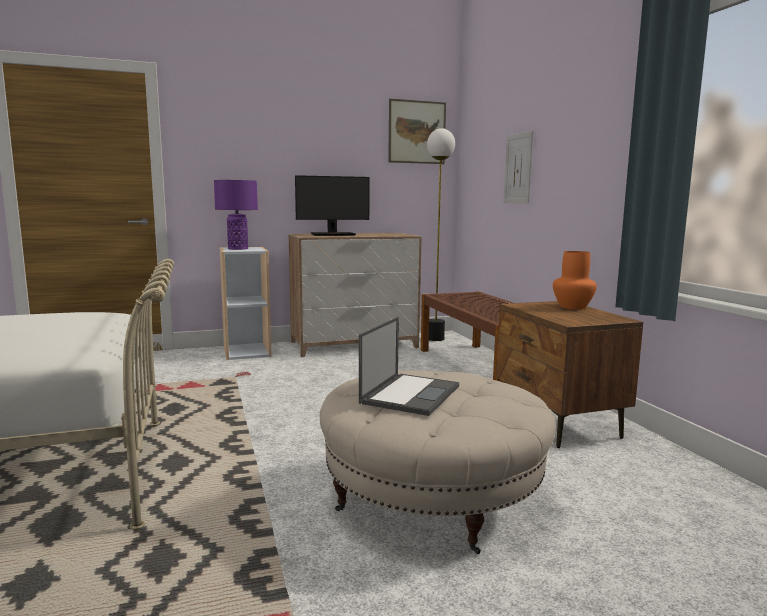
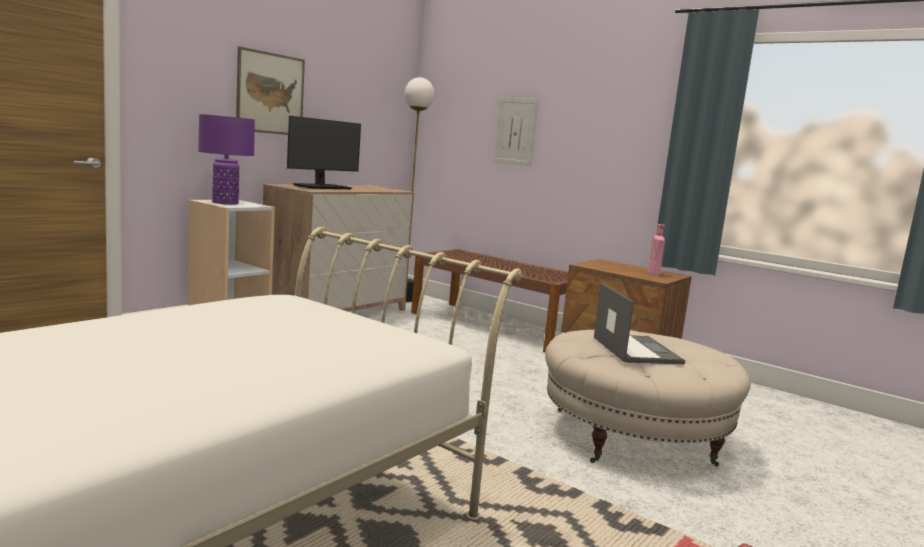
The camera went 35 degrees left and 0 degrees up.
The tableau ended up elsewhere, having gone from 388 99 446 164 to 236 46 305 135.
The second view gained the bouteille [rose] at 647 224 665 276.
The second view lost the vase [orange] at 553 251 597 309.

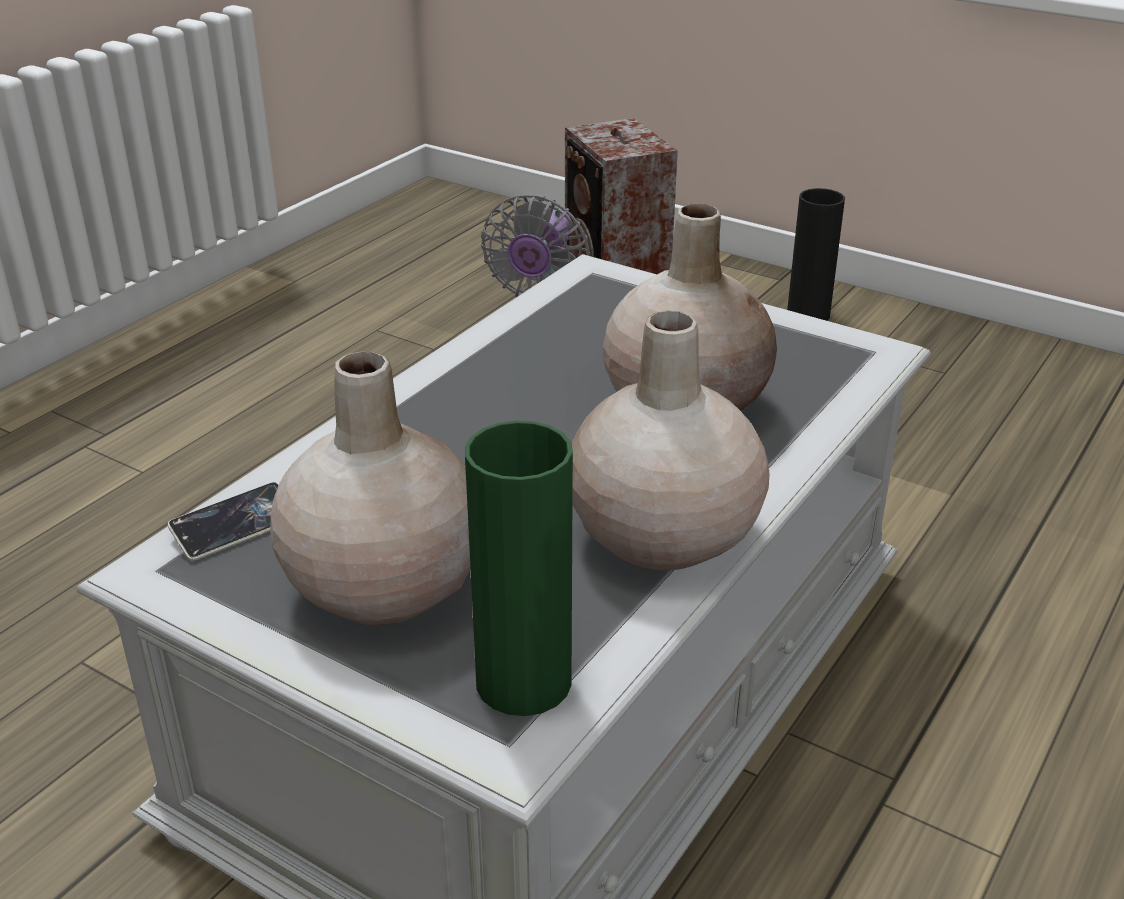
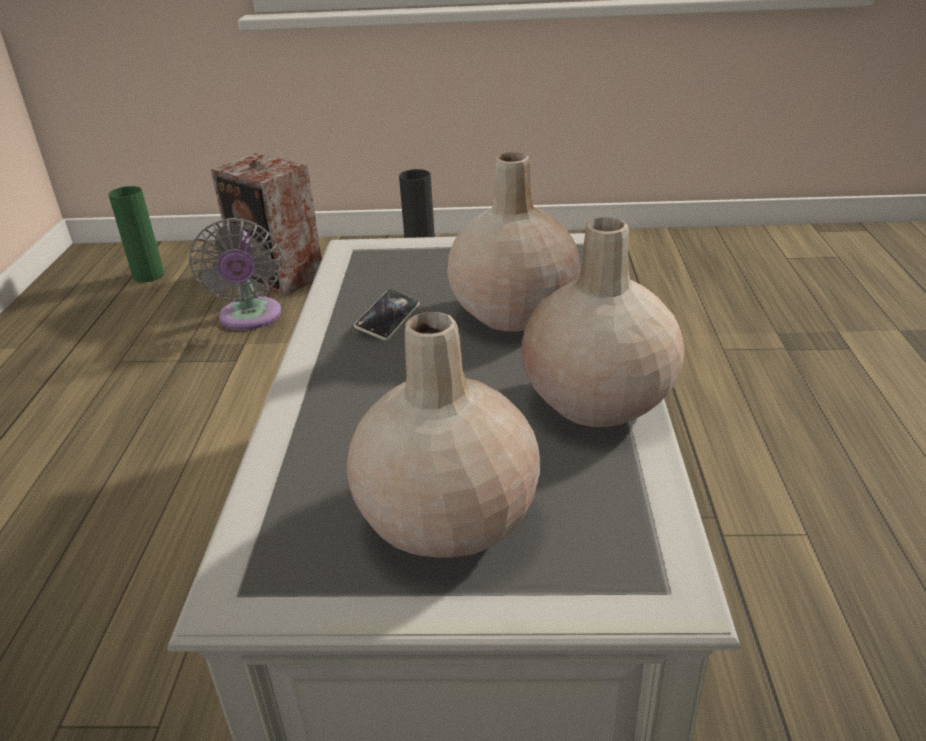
The camera went 30 degrees left and 0 degrees up.
The vase [vert] ended up elsewhere, having gone from 465 420 573 716 to 109 186 164 282.
The téléphone ended up elsewhere, having gone from 168 482 279 561 to 354 290 419 340.

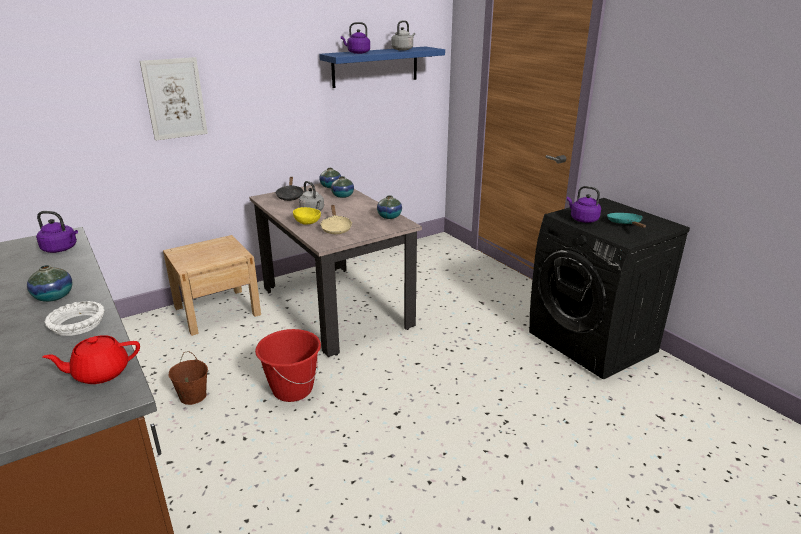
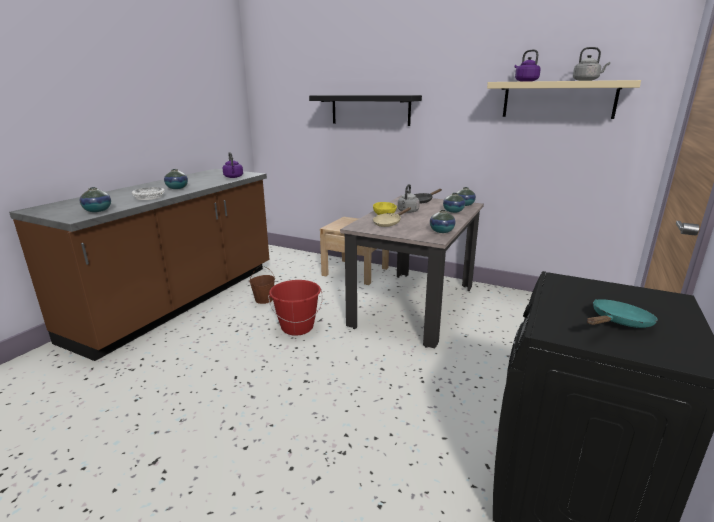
The camera went 60 degrees right and 5 degrees down.
Where the théière [rouge] stood at 42 335 140 384, the vase came to stand at 80 187 111 212.
Where the tableau hung at 140 57 208 141, the étagère [noir] came to hang at 309 95 422 126.
What was the étagère [bleu] at 319 46 445 88 turned into the étagère [beige] at 487 80 641 119.
The second view lost the bouilloire [violet] at 567 186 601 223.

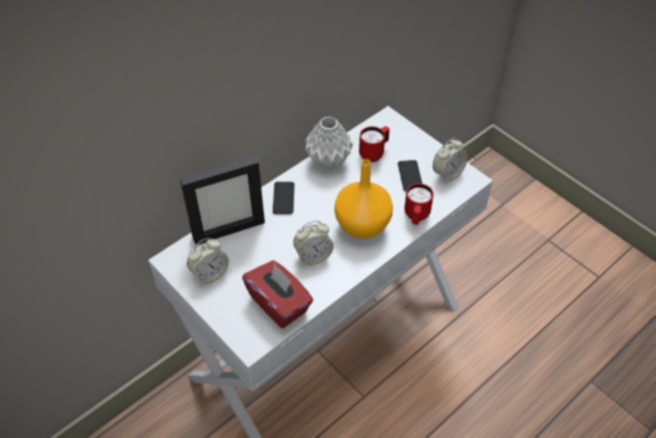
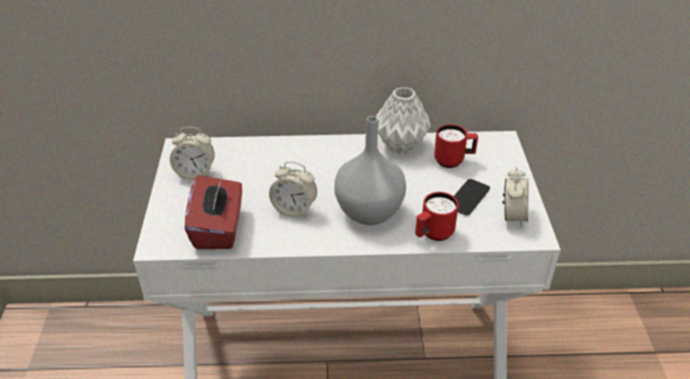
The camera went 40 degrees right and 10 degrees down.
What was the vase [orange] at 334 159 393 239 turned into the vase [gris] at 334 116 406 225.
The réveil at 433 137 468 183 ended up facing another way, 75 degrees counterclockwise from before.
The second view lost the cadre photo at 180 156 265 245.
The second view lost the téléphone at 273 182 295 214.

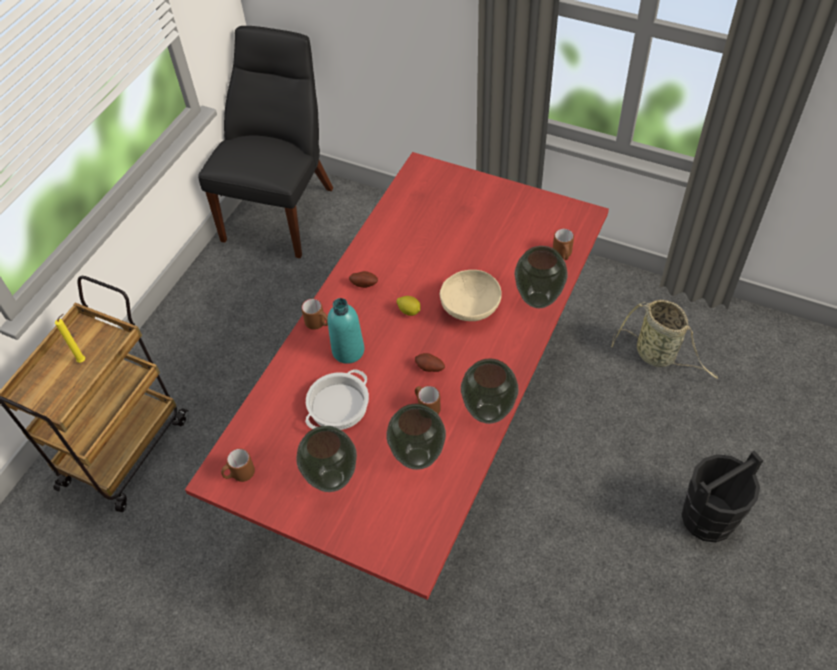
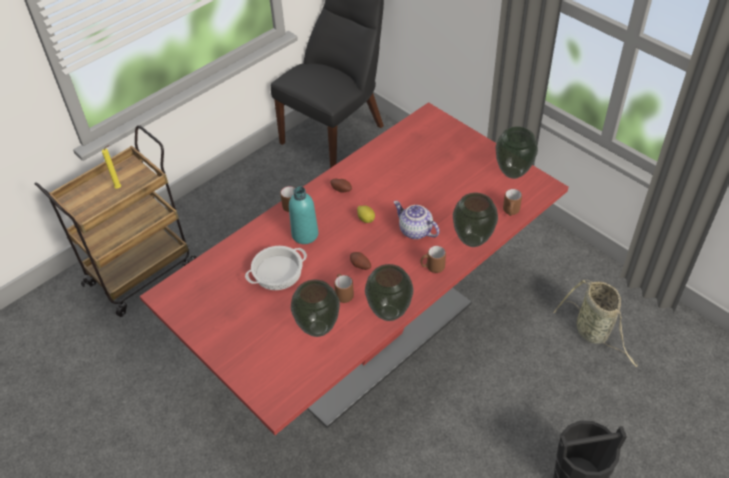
The camera went 20 degrees right and 5 degrees down.
Where the bol [beige] stood at 440 270 502 321, the théière came to stand at 393 201 440 239.
The mug [marron] ended up elsewhere, having gone from 221 448 255 482 to 420 246 446 273.
The vase ended up elsewhere, having gone from 296 426 357 492 to 496 126 538 179.

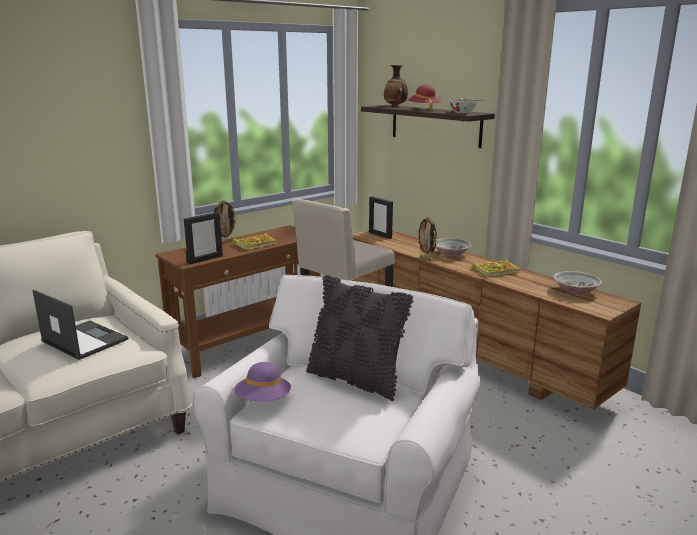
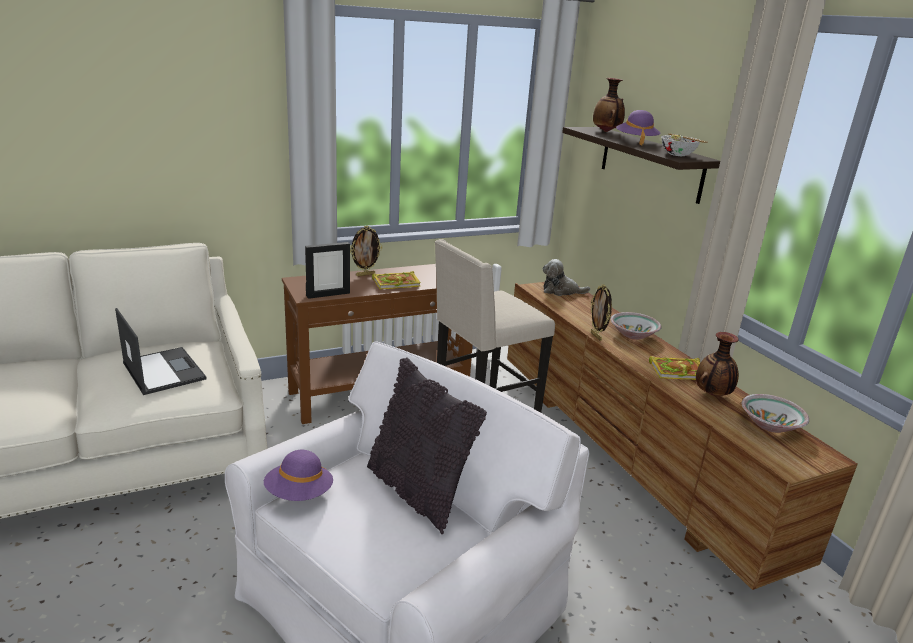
The camera went 15 degrees right and 5 degrees up.
Where the cadre photo stood at 369 196 393 239, the peluche came to stand at 543 259 590 296.
What was the chapeau [rouge] at 408 85 441 110 turned into the chapeau [violet] at 616 110 660 145.
The second view gained the vase at 696 332 739 396.

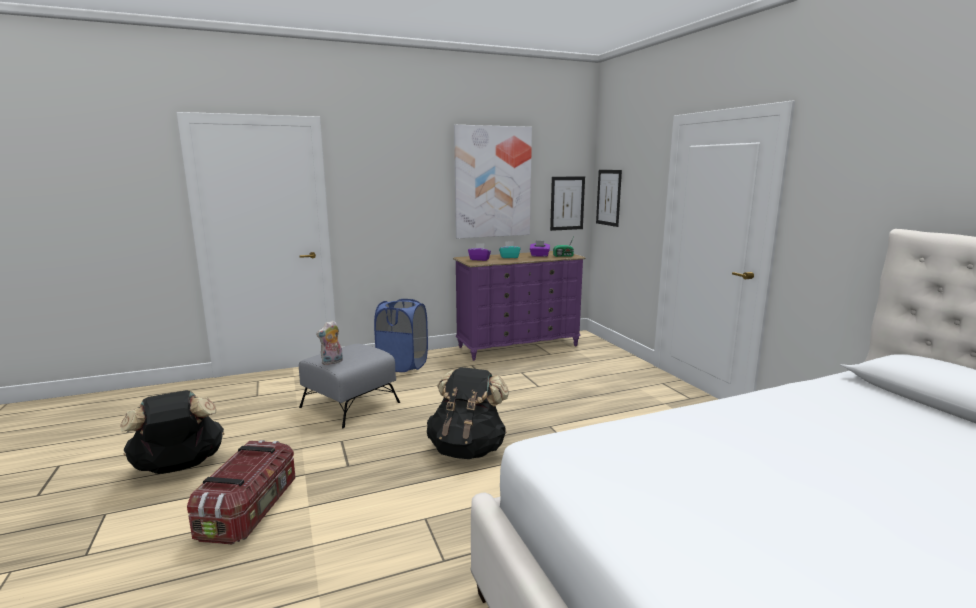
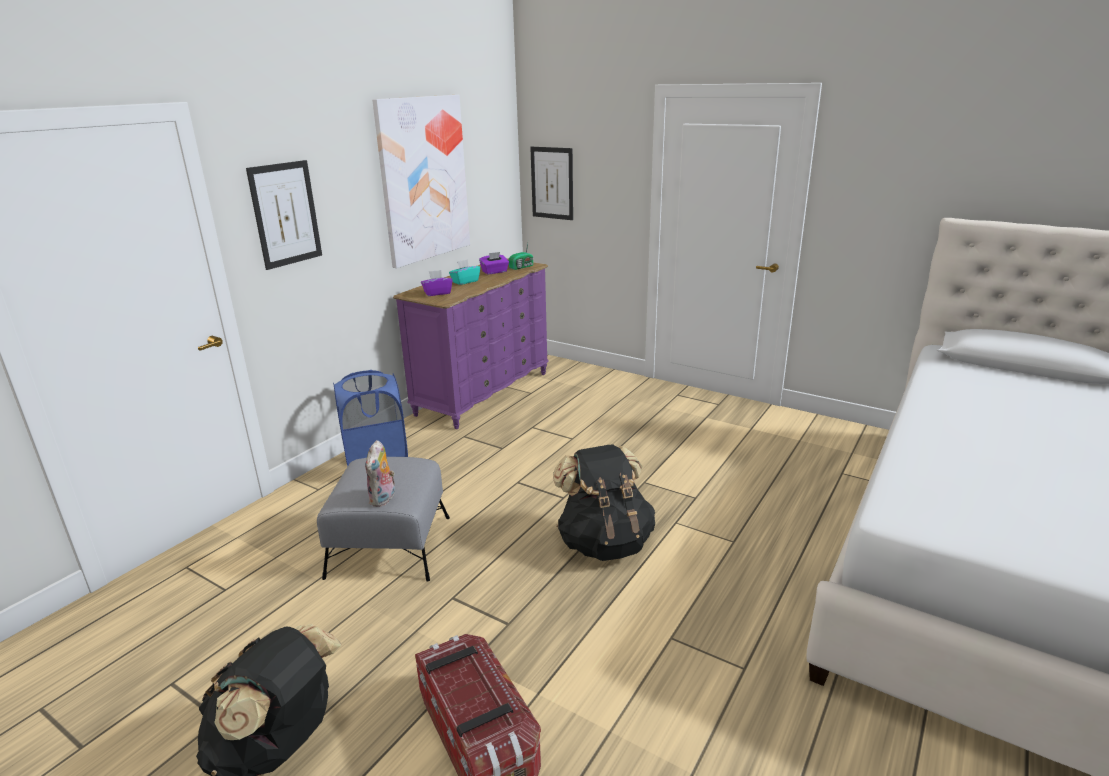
The camera went 35 degrees left and 10 degrees up.
The tableau ended up elsewhere, having gone from 550 176 585 231 to 246 160 322 270.

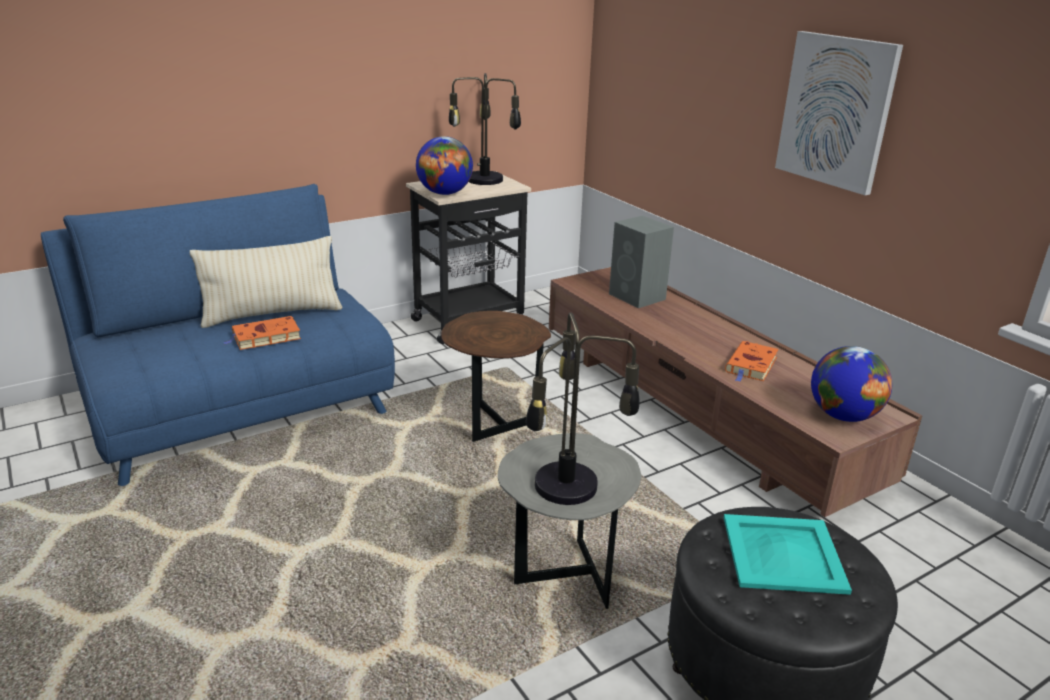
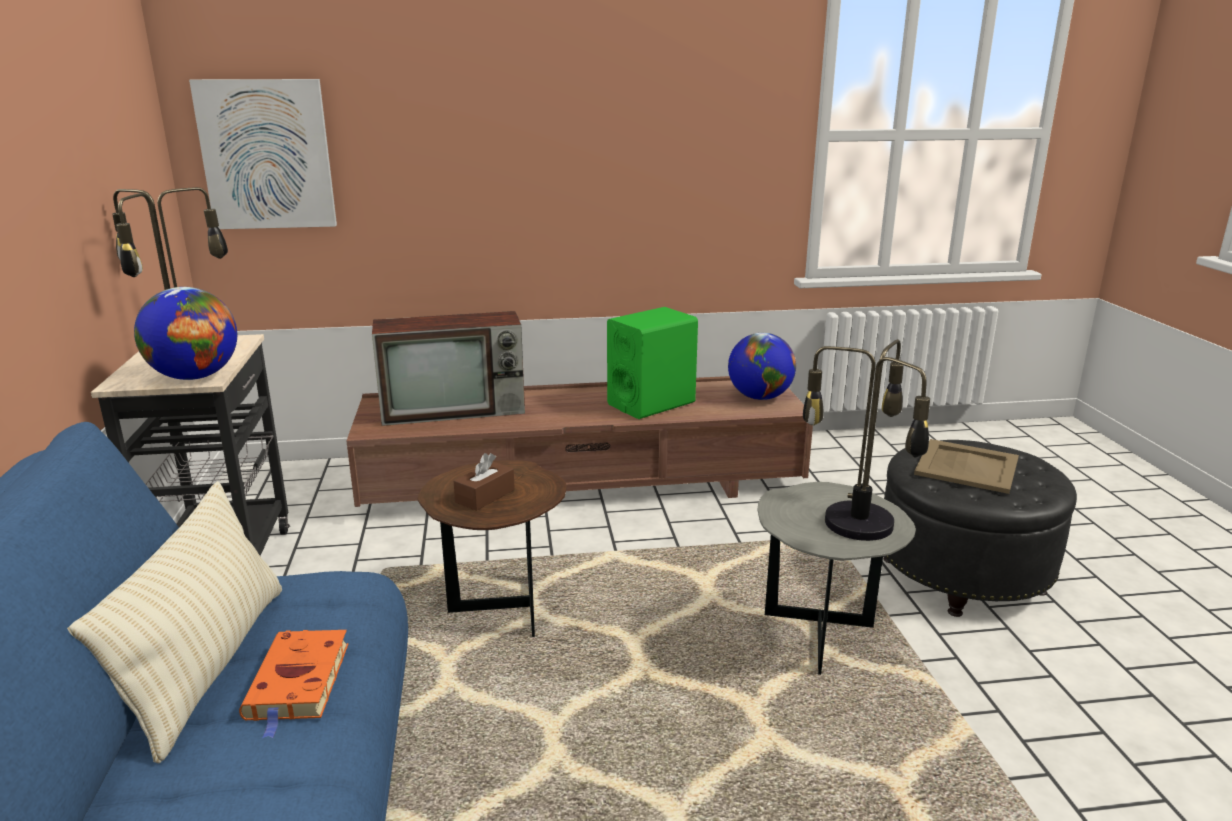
The camera went 65 degrees left and 5 degrees down.
The tableau ended up elsewhere, having gone from 775 31 903 195 to 189 79 337 229.
Where the enceinte [gris] stood at 609 216 674 308, the téléviseur came to stand at 372 311 525 426.
The second view gained the boîte à mouchoirs [marron] at 454 453 515 511.
Where the livre [orange] stood at 725 341 778 382, the enceinte [vert] came to stand at 607 307 698 419.
What was the plateau [turquoise] at 724 514 852 595 turned into the plateau [beige] at 914 439 1019 494.

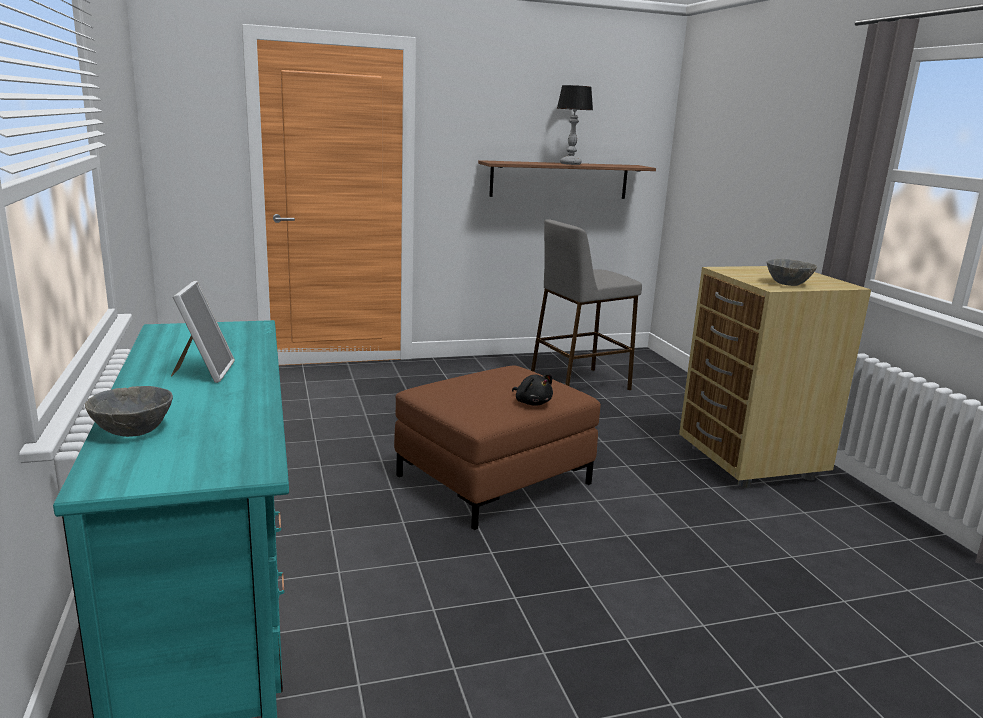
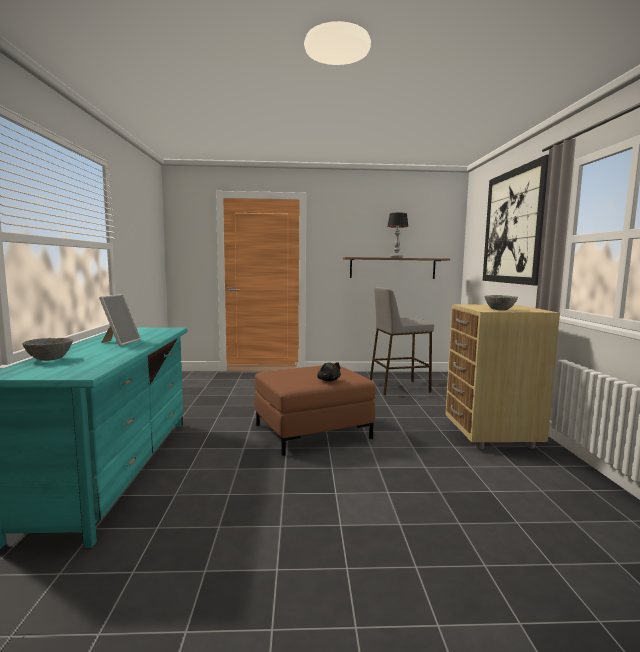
The camera went 15 degrees right and 10 degrees down.
The second view gained the tableau at 483 155 549 286.

